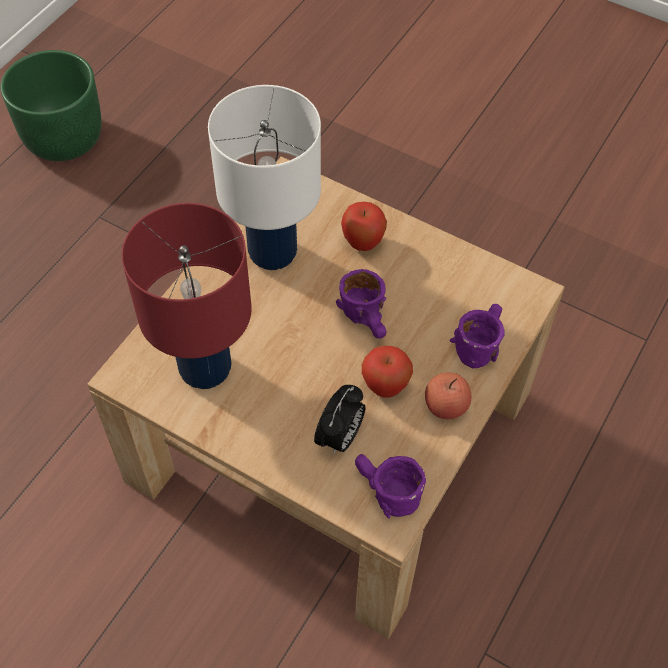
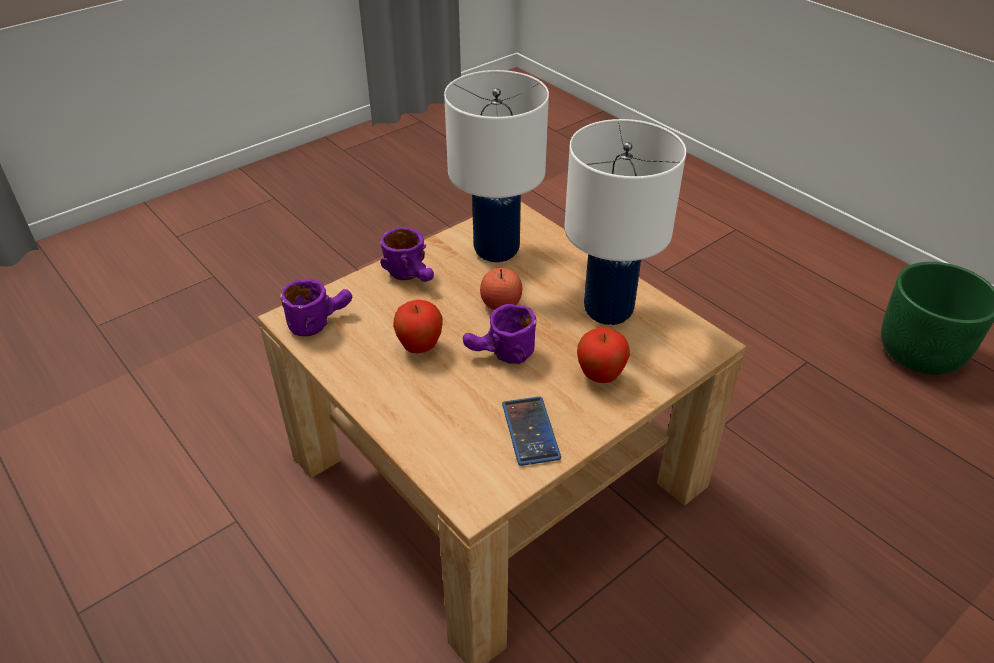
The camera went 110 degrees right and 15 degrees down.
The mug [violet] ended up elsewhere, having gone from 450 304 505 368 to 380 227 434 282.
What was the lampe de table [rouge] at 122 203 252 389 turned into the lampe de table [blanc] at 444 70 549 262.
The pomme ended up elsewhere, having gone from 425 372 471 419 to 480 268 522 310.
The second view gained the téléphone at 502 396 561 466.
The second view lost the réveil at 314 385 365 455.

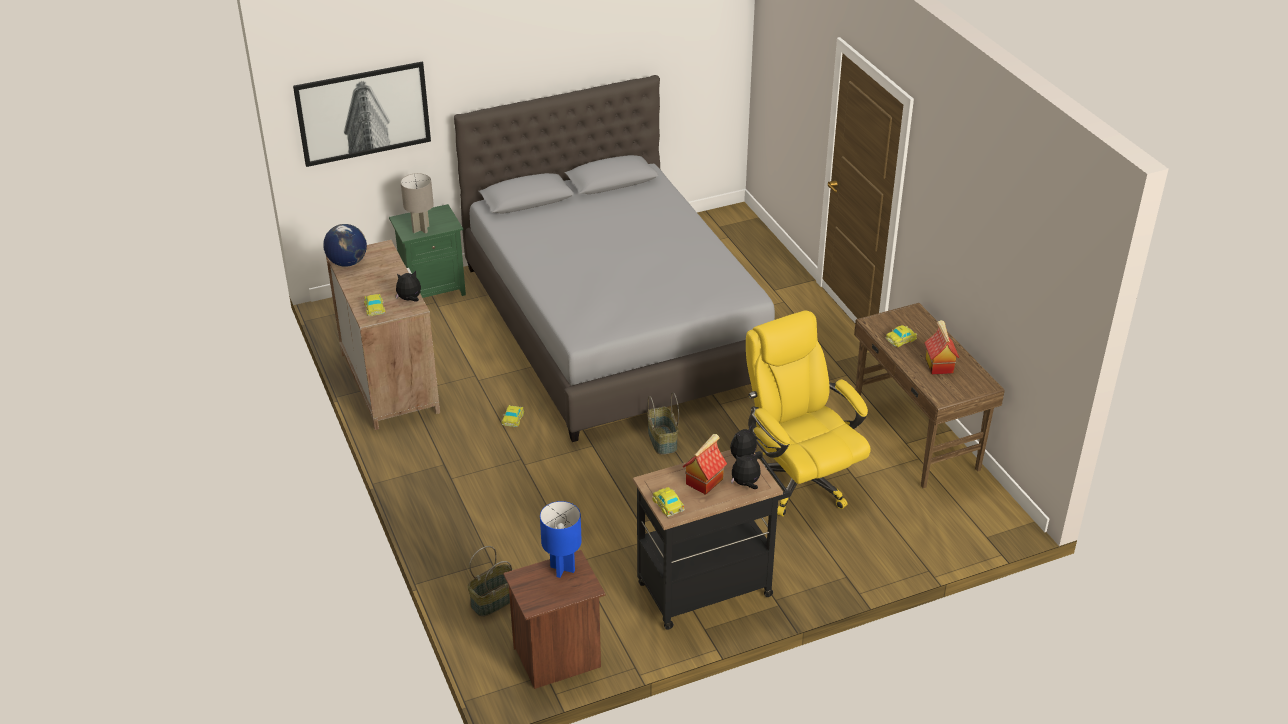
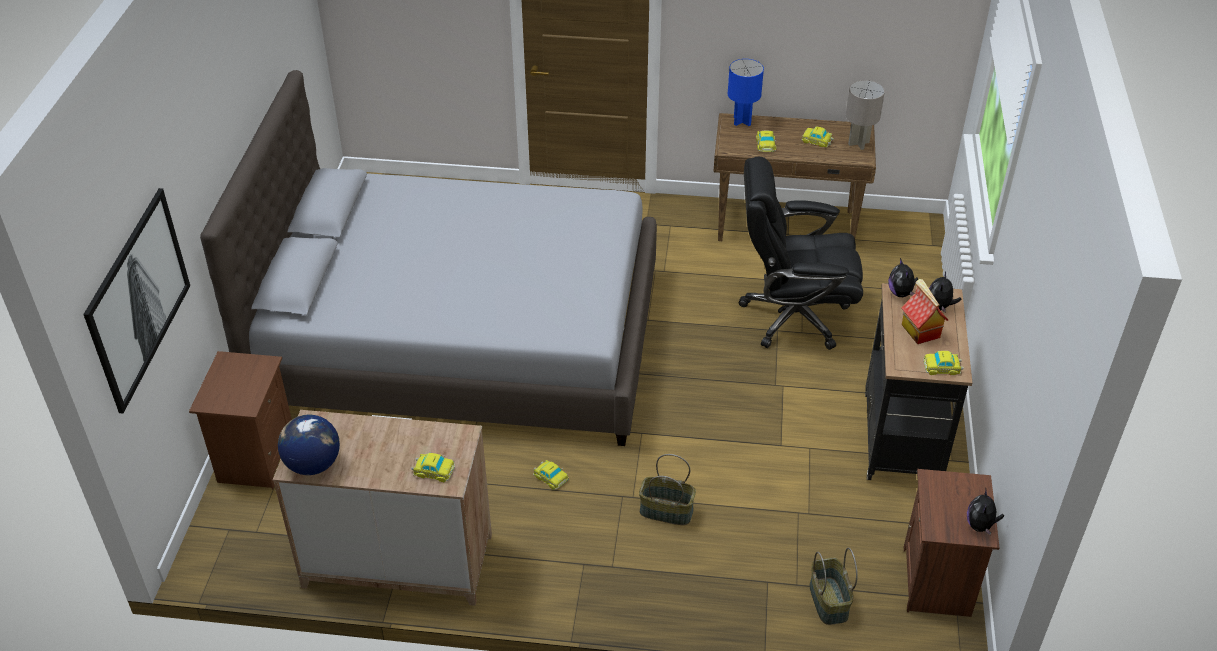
The camera went 60 degrees left and 5 degrees up.
What was the table de chevet [vert] at 389 204 466 298 turned into the table de chevet [marron] at 189 351 292 489.
The panier ended up elsewhere, having gone from 647 392 679 455 to 639 454 696 525.
The lampe de table [bleu] ended up elsewhere, having gone from 540 501 582 578 to 728 59 764 126.
What was the chaise de bureau [jaune] at 746 310 871 516 turned into the chaise de bureau [noir] at 739 157 863 350.
Where the maison miniature stood at 924 320 960 374, the petite voiture came to stand at 802 126 834 148.
The lampe de table [gris] ended up elsewhere, having gone from 400 173 434 234 to 846 80 885 150.
The peluche ended up elsewhere, having gone from 395 271 421 302 to 967 490 1004 535.

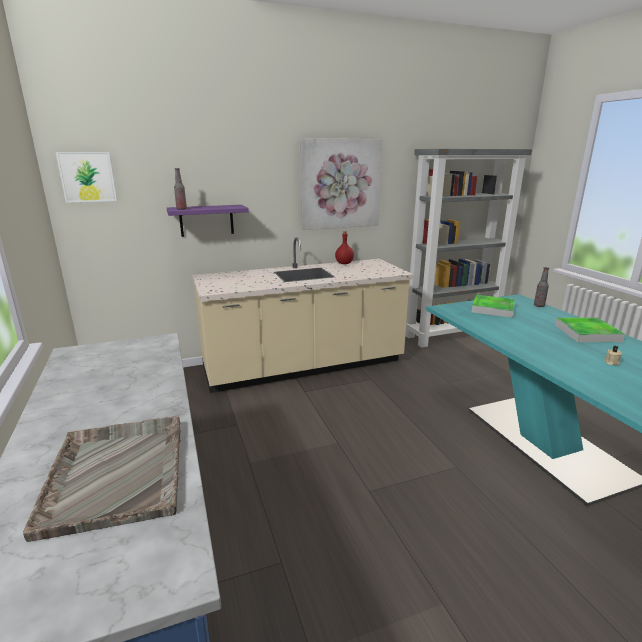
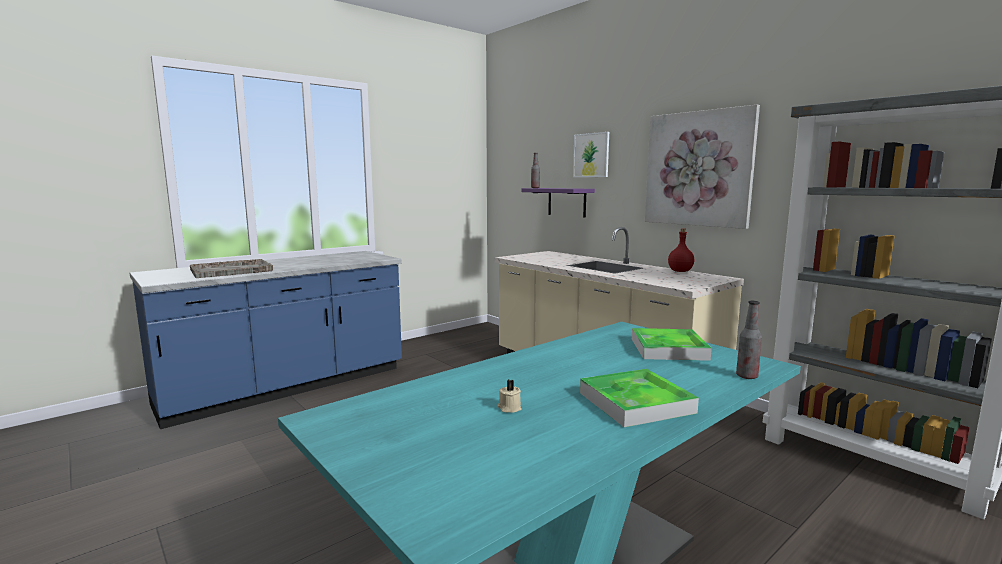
The camera went 70 degrees right and 10 degrees down.
The tableau ended up elsewhere, having gone from 56 152 117 203 to 573 132 609 177.

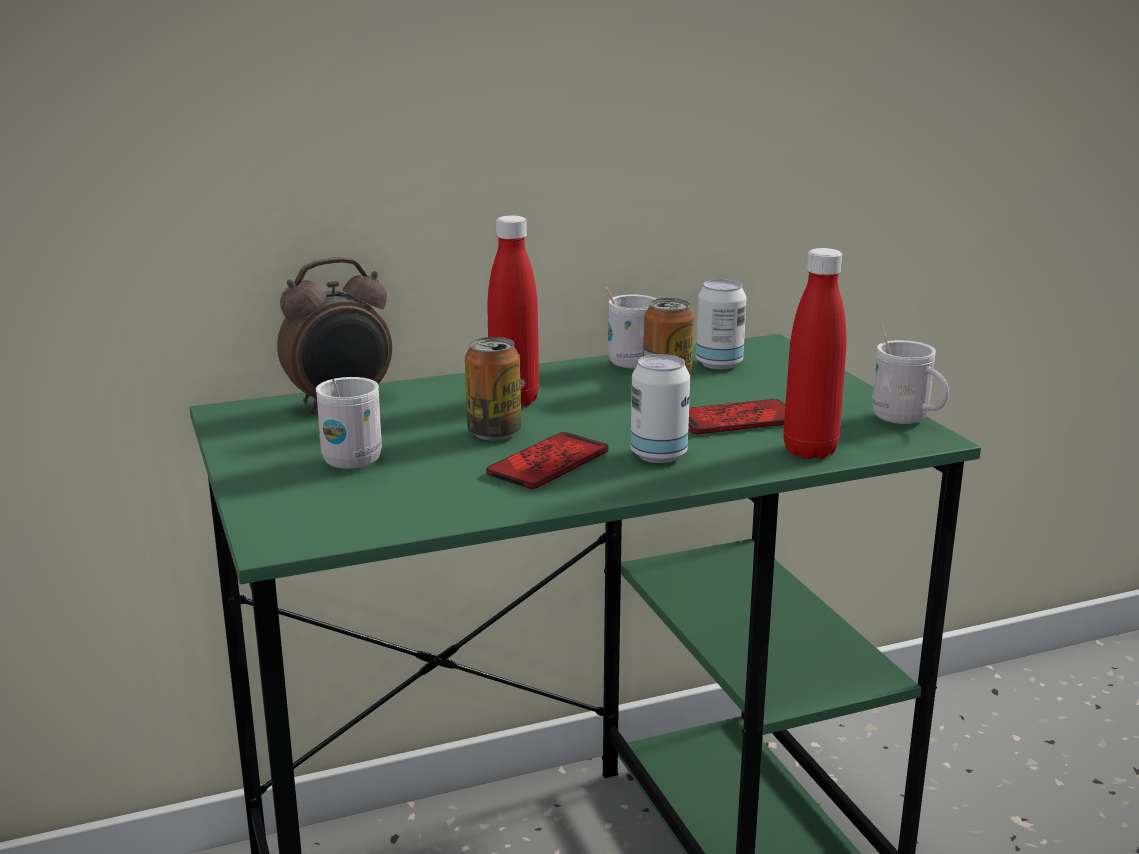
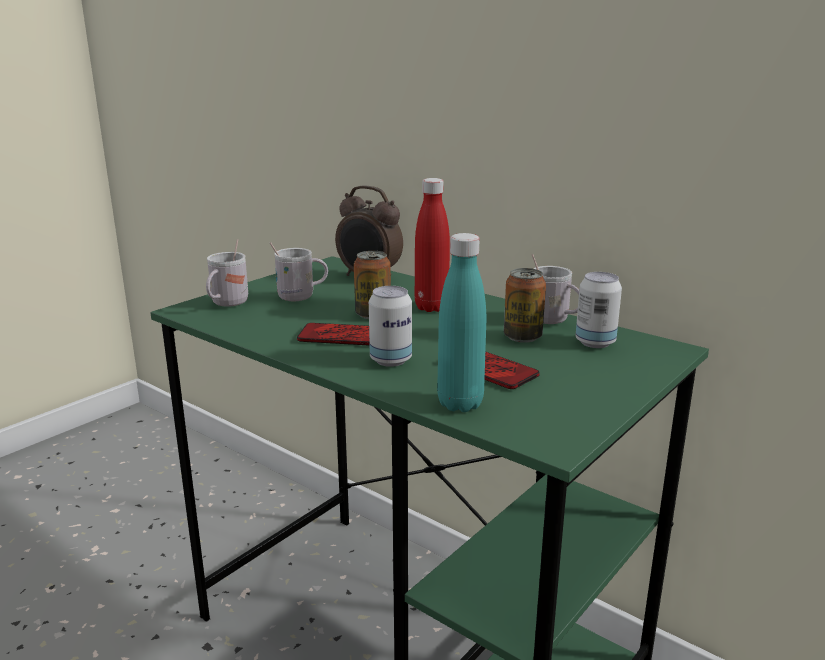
The camera went 60 degrees right and 0 degrees up.
The mug [blanc] ended up elsewhere, having gone from 872 323 949 424 to 206 239 248 307.
What was the bouteille [rouge] at 783 248 846 459 turned into the bouteille [turquoise] at 437 233 486 412.

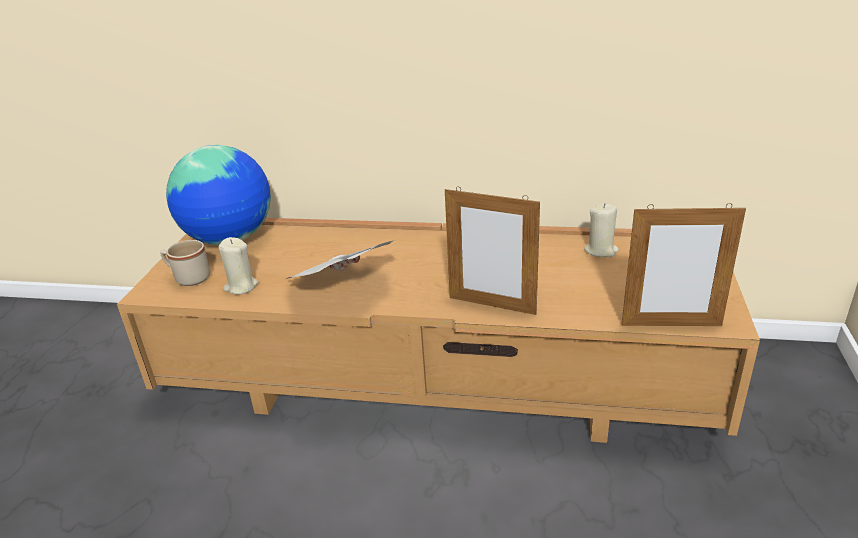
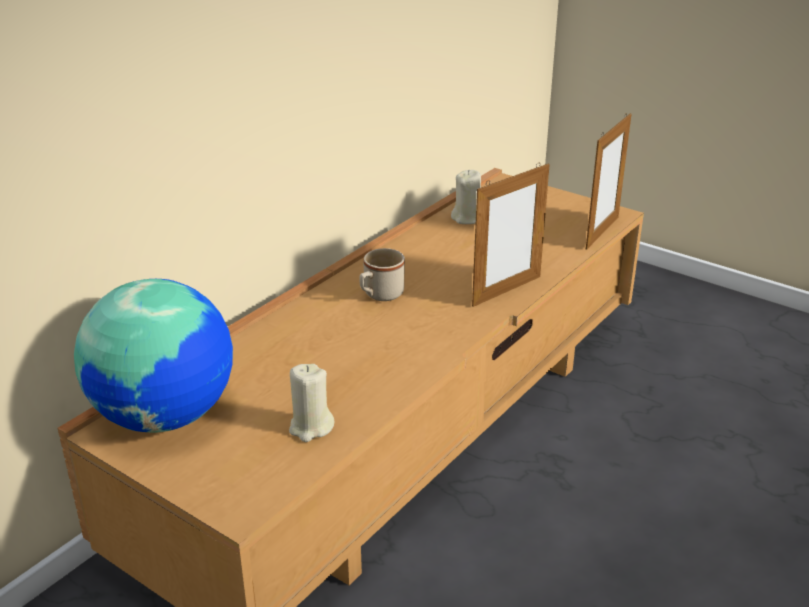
The camera went 65 degrees left and 0 degrees up.
The mug [beige] ended up elsewhere, having gone from 160 240 210 286 to 359 248 405 301.
The second view lost the journal at 286 240 395 279.

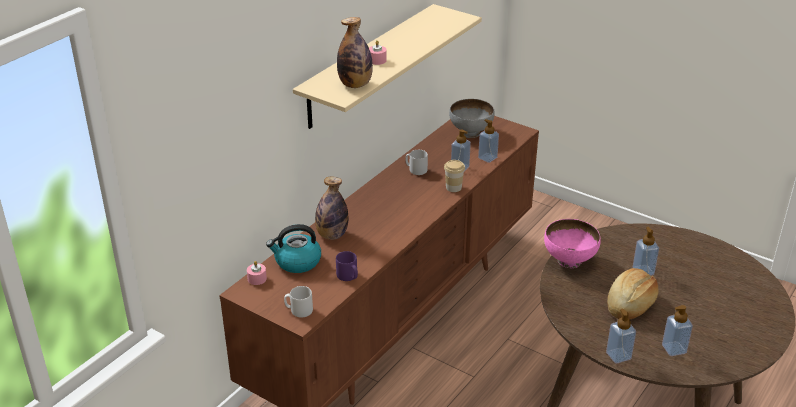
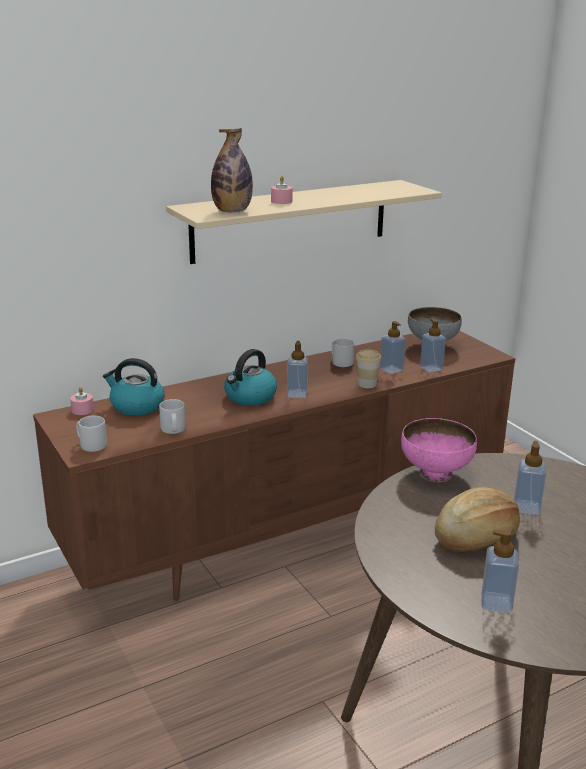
The camera went 25 degrees right and 10 degrees down.
What was the mug [violet] at 336 251 358 281 turned into the mug [gris] at 159 399 186 434.
The second view gained the bouilloire at 224 349 277 406.
The distributeur de savon ended up elsewhere, having gone from 606 308 636 363 to 287 341 308 398.
The second view lost the bouteille at 315 176 348 240.

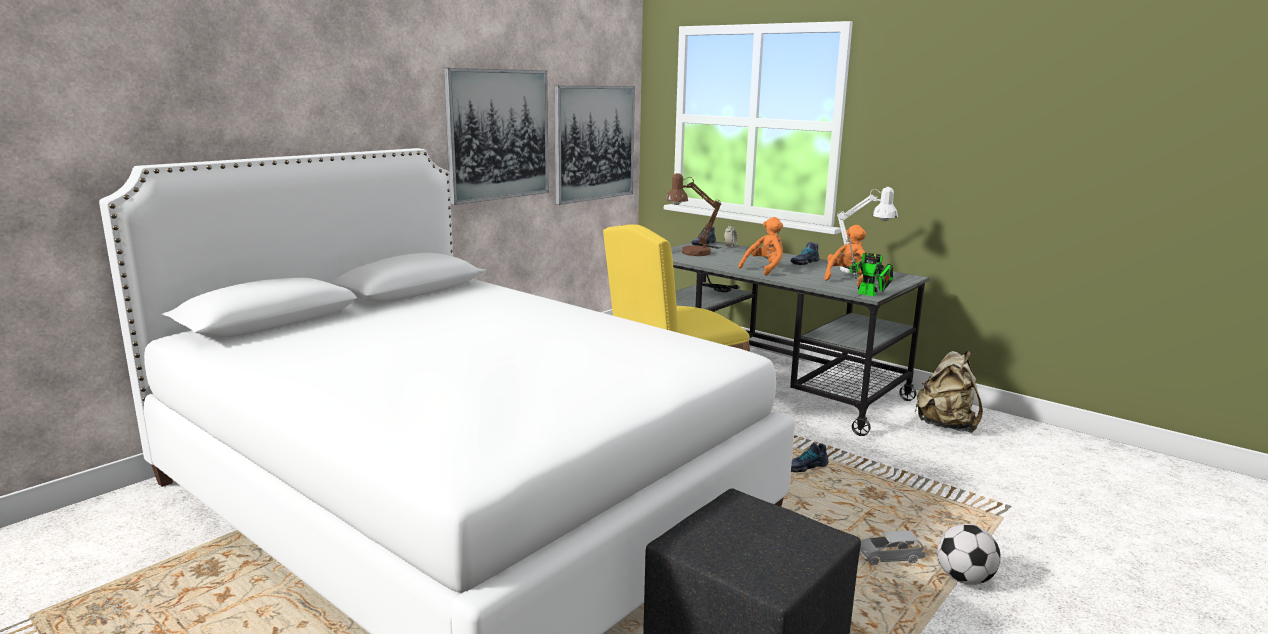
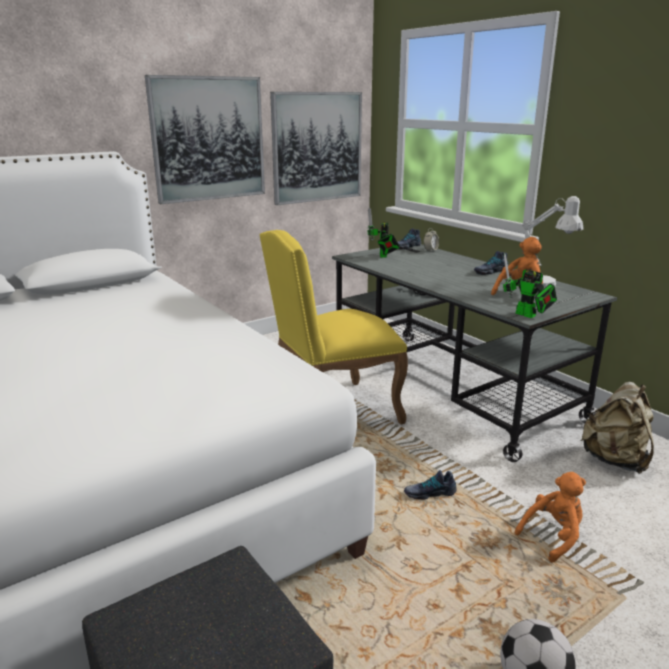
The camera went 15 degrees right and 5 degrees up.
Where the lampe de table [marron] stood at 666 173 721 256, the robot jouet came to stand at 368 207 400 258.
The peluche [orange] ended up elsewhere, having gone from 738 217 783 276 to 515 472 586 562.
The second view lost the petite voiture [gris] at 860 531 925 565.

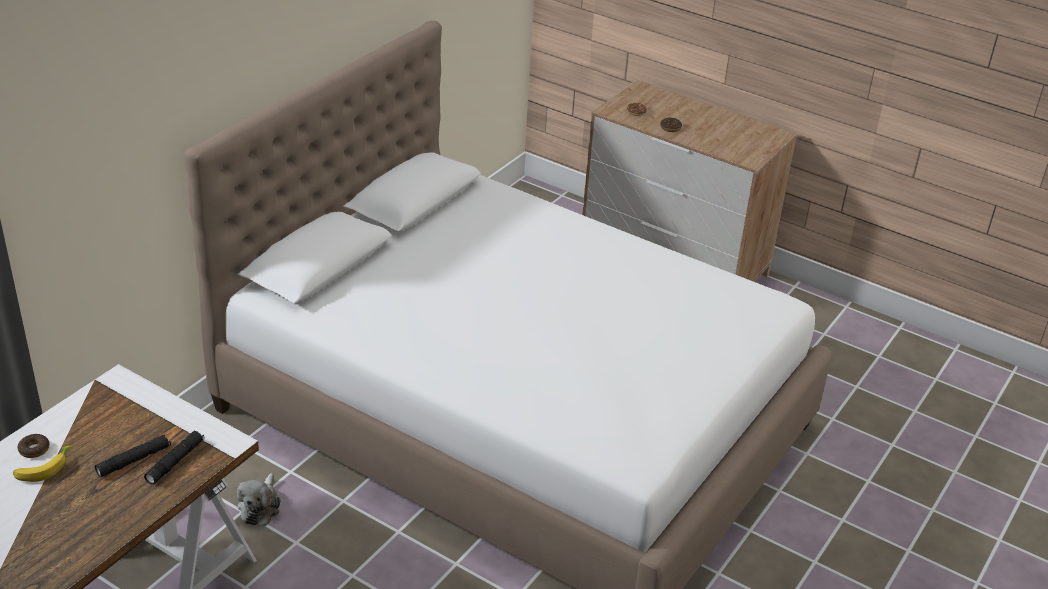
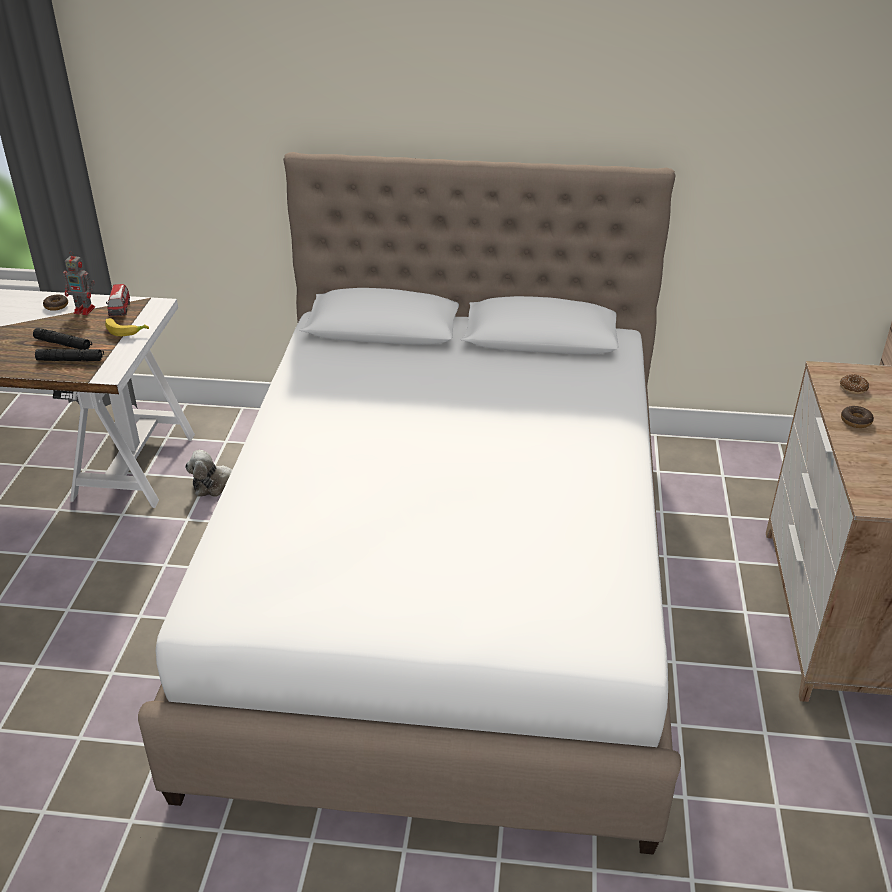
The camera went 65 degrees right and 0 degrees up.
The second view gained the robot jouet at 63 251 95 315.
The banane ended up elsewhere, having gone from 13 446 72 482 to 105 318 149 336.
The second view gained the petite voiture at 106 284 130 316.

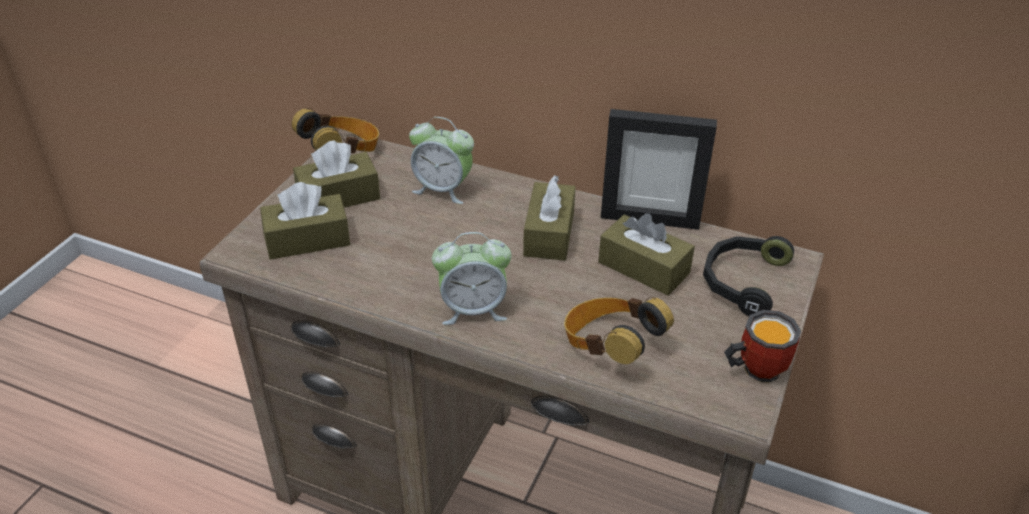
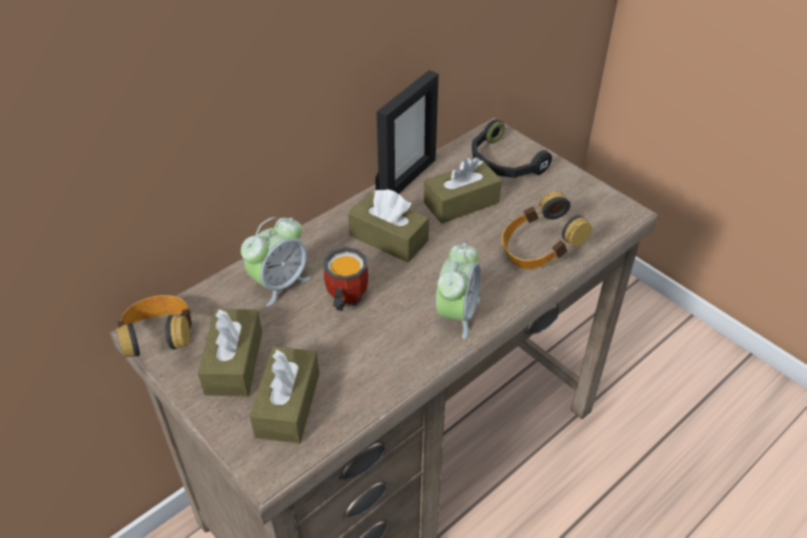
The camera went 65 degrees left and 5 degrees up.
The mug ended up elsewhere, having gone from 724 310 801 383 to 324 247 368 311.

